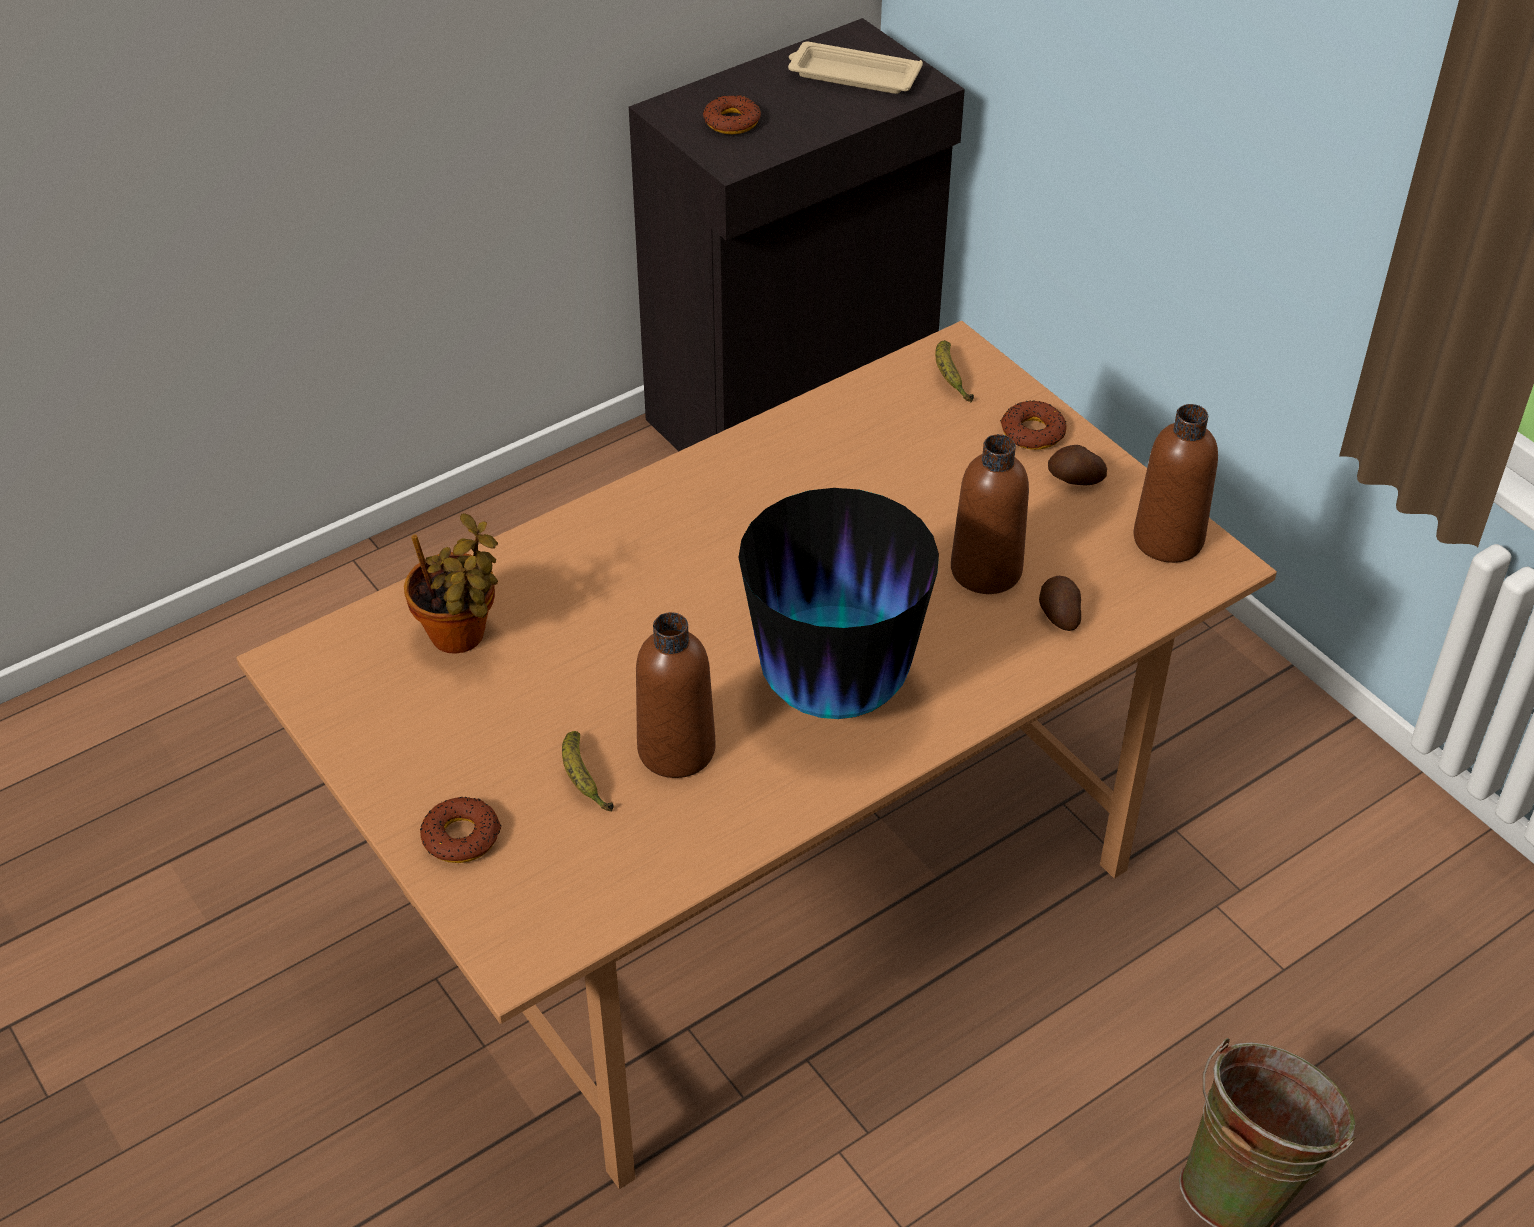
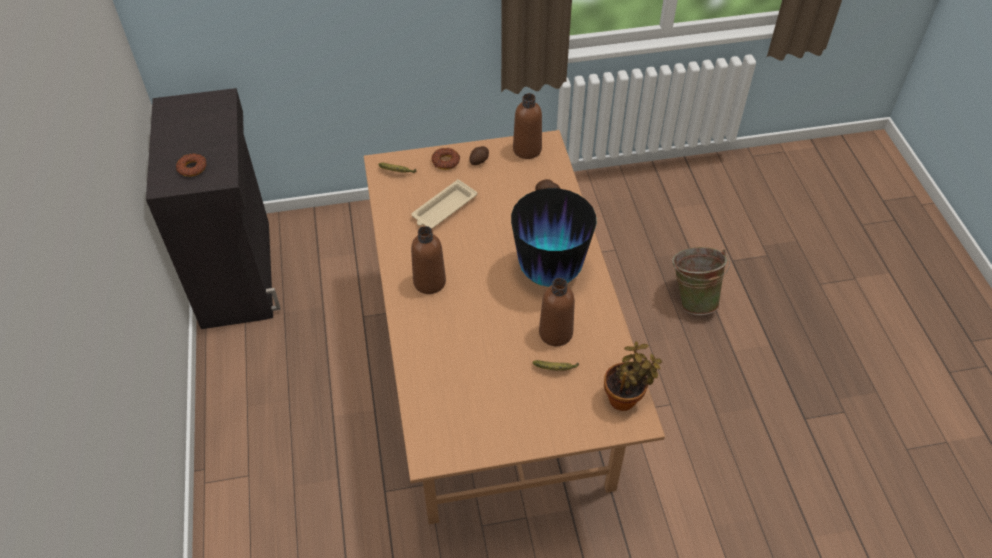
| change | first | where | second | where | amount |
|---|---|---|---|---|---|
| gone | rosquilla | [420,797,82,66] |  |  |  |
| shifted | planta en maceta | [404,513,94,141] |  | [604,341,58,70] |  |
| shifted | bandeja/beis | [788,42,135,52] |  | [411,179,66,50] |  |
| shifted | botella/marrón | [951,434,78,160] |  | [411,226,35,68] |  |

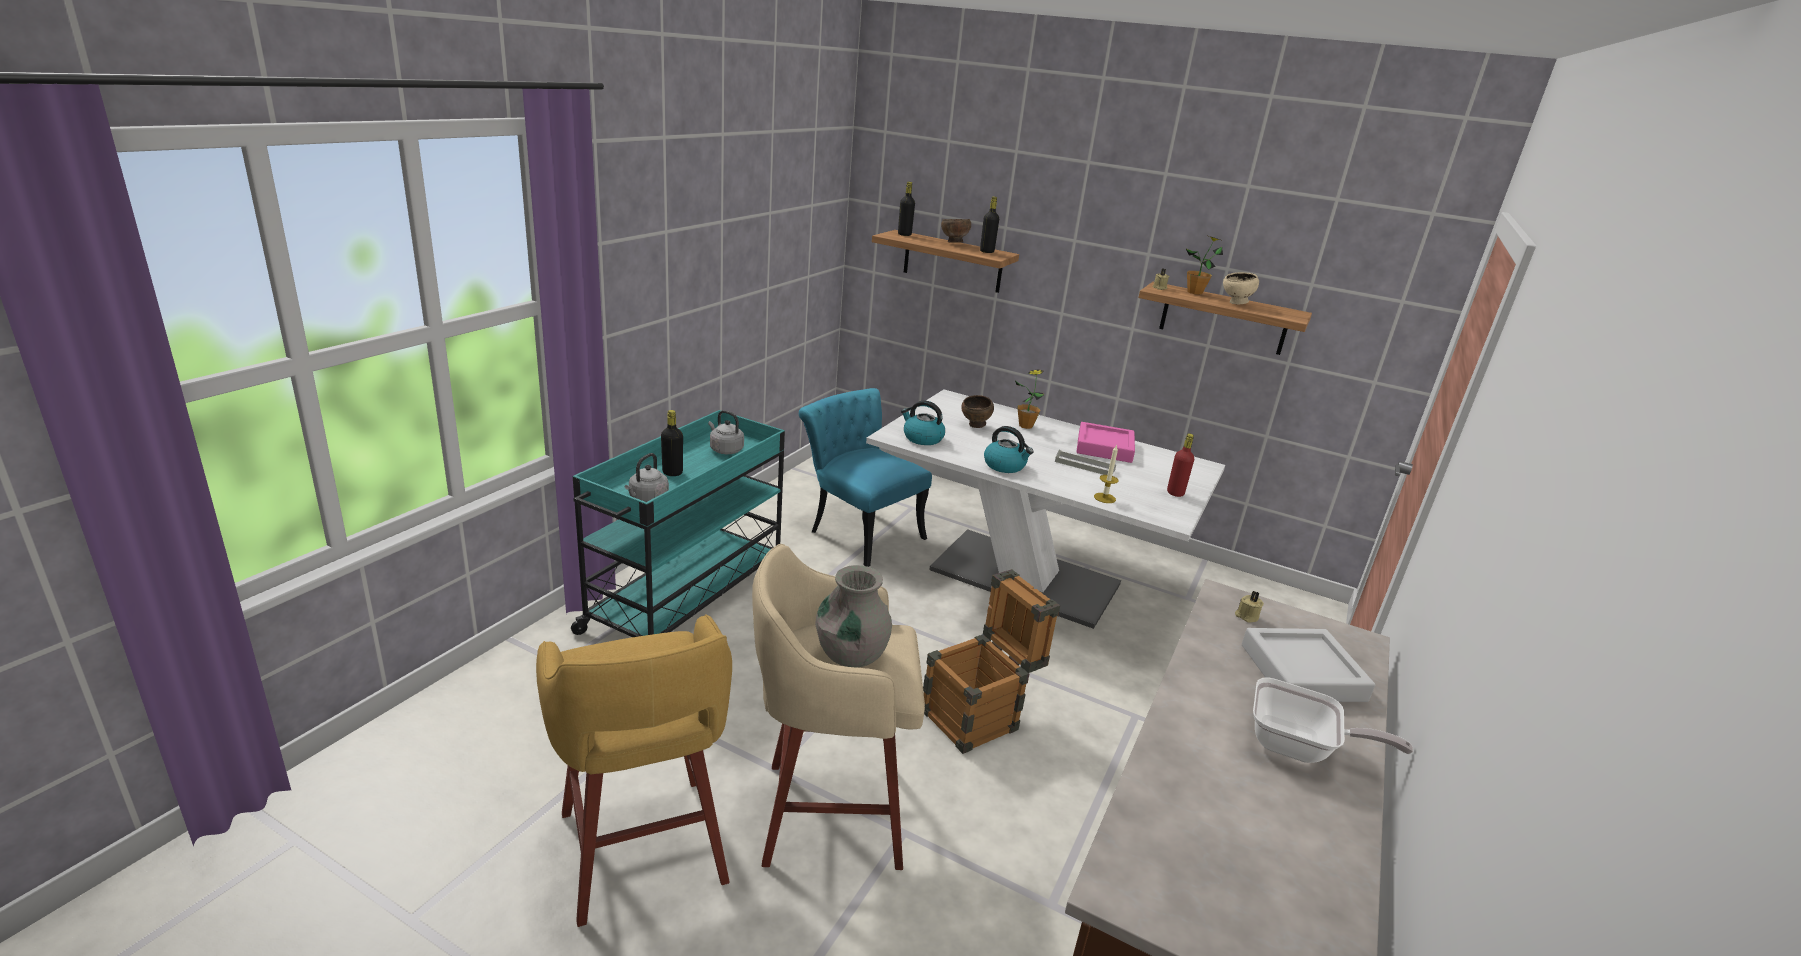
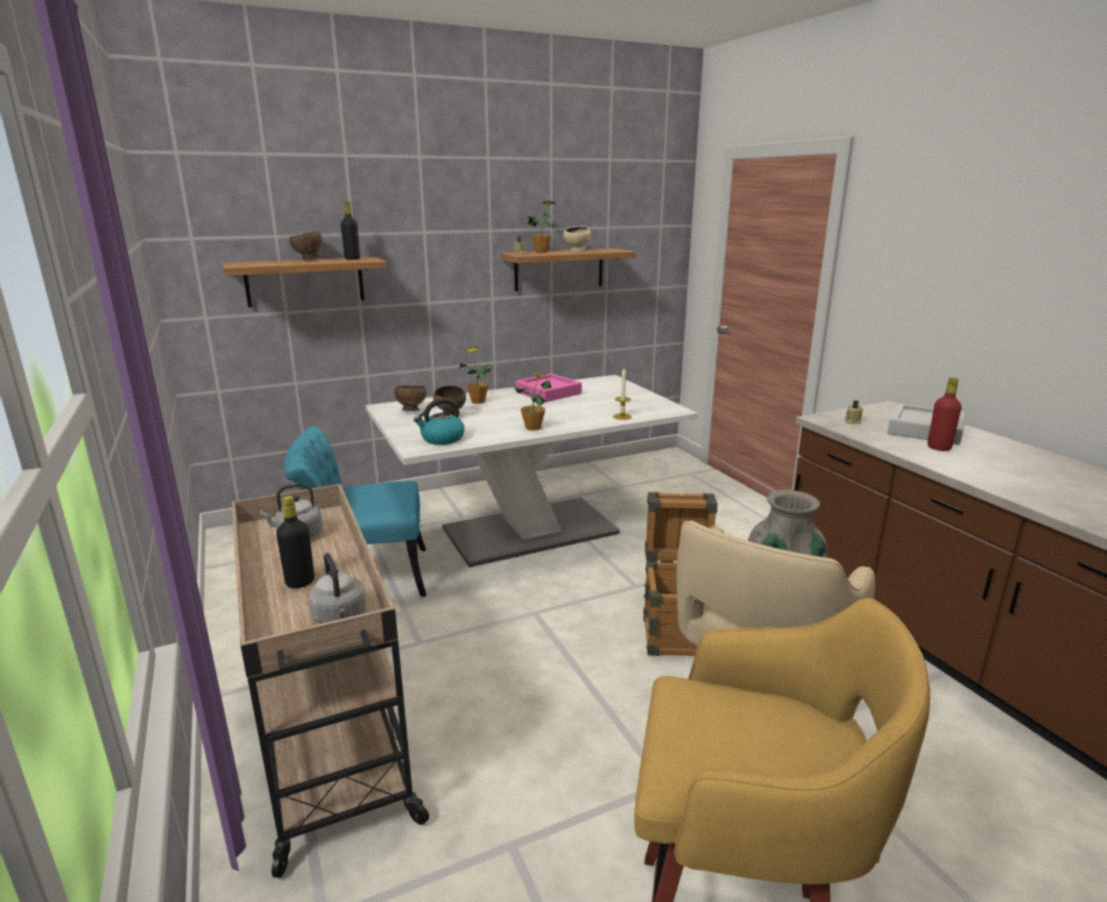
| change | first | where | second | where | amount |
|---|---|---|---|---|---|
| gone | botella/negro | [898,182,17,54] |  |  |  |
| gone | bandeja/gris | [1055,450,61,25] |  |  |  |
| gone | sartén | [1253,678,160,85] |  |  |  |
| new |  |  | cuenco/marrón | [394,385,33,26] |  |
| shifted | botella/rojo | [1167,434,27,63] |  | [928,377,34,74] |  |
| swapped | hervidor | [984,426,50,47] | planta en maceta | [514,373,38,58] |  |
| repainted | carrito/turquesa | [571,410,214,227] | carrito/beis | [231,484,198,394] |  |

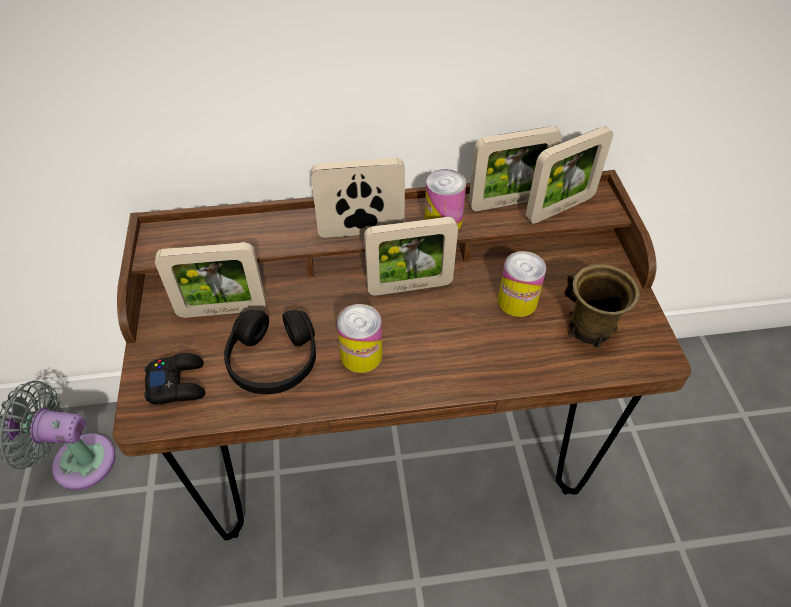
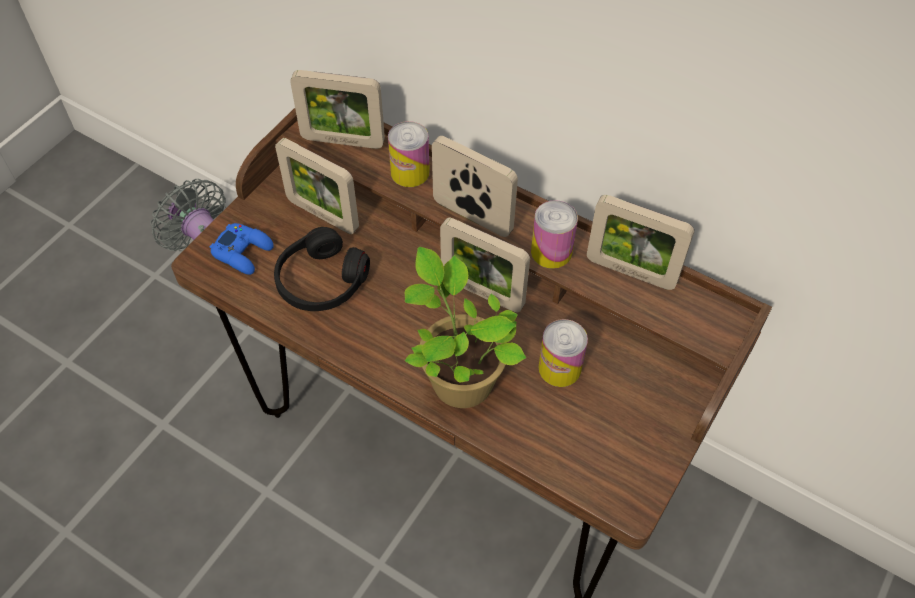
| change | first | where | second | where | amount |
|---|---|---|---|---|---|
| gone | taza grande/marrón | [564,264,76,84] |  |  |  |
| new |  |  | planta en maceta | [405,247,121,161] |  |
| shifted | lata | [337,304,45,69] |  | [388,121,42,66] |  |
| shifted | portarretratos | [526,126,87,98] |  | [290,70,95,79] |  |
| repainted | mando de consola/negro | [144,353,61,51] | mando de consola/azul | [210,223,64,52] |  |

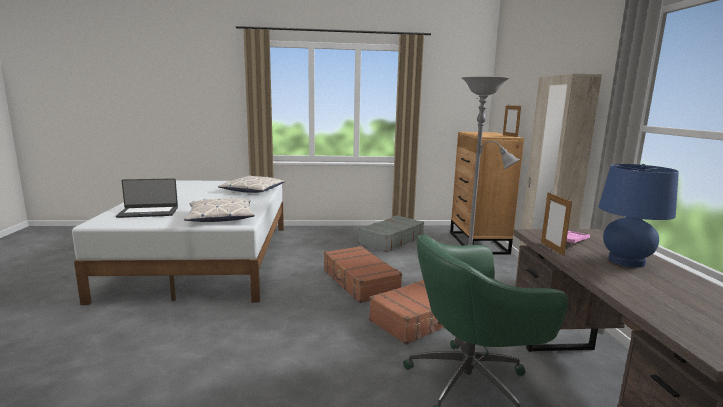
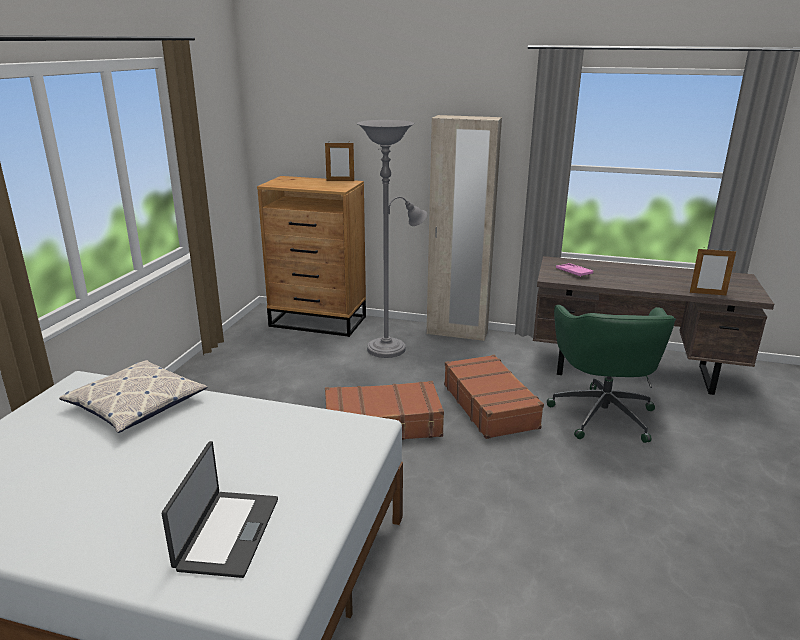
| change | first | where | second | where | amount |
|---|---|---|---|---|---|
| gone | cojín | [184,198,71,24] |  |  |  |
| gone | maleta/gris | [358,215,66,37] |  |  |  |
| gone | lámpara de mesa/azul | [599,164,80,104] |  |  |  |
| shifted | portarretratos | [541,192,31,64] |  | [690,249,46,46] |  |

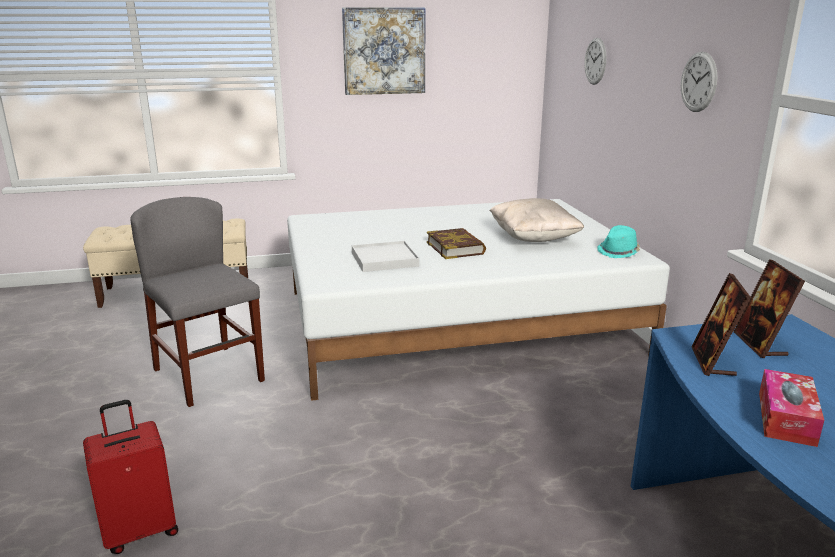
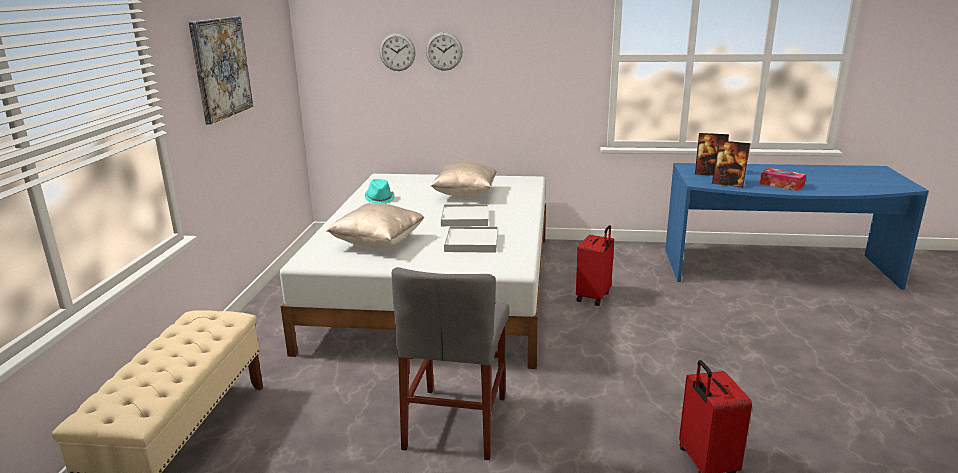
| change | first | where | second | where | amount |
|---|---|---|---|---|---|
| new |  |  | cojín/beis | [326,203,98,45] |  |
| new |  |  | maleta/rojo | [576,225,38,81] |  |
| shifted | sombrero/turquesa | [597,225,43,33] |  | [365,179,29,24] |  |
| shifted | reloj de pared | [681,52,37,60] |  | [426,32,37,39] |  |
| swapped | libro | [427,228,59,31] | bandeja/blanco | [441,204,47,22] |  |
| rotated | silla/gris | [130,197,135,210] |  | [392,267,118,193] | 60 degrees counterclockwise |

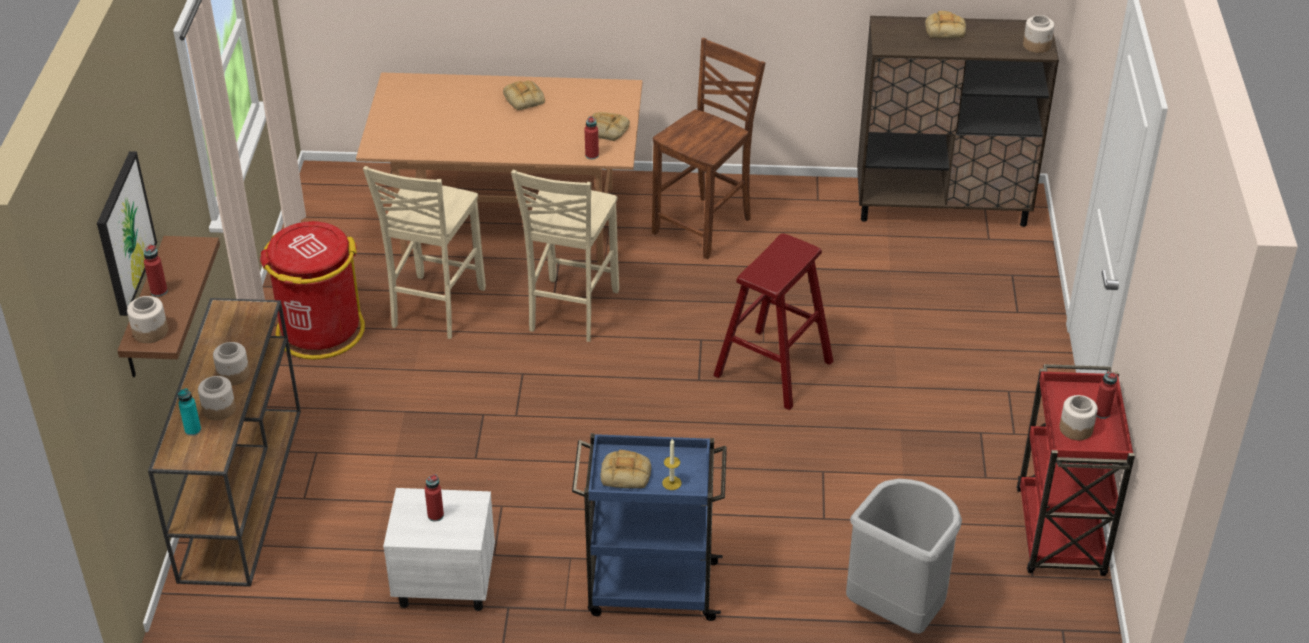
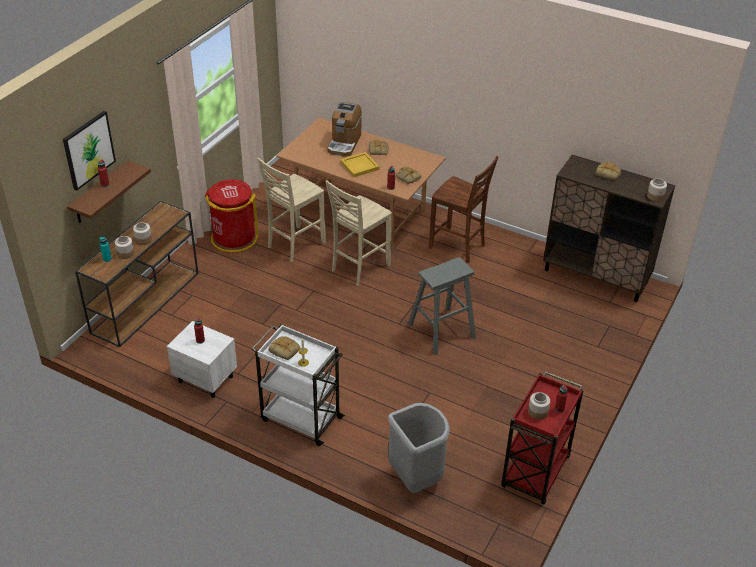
| change | first | where | second | where | amount |
|---|---|---|---|---|---|
| gone | tarro | [127,296,41,47] |  |  |  |
| new |  |  | cafetera | [327,102,35,55] |  |
| new |  |  | bandeja/amarillo | [340,152,39,25] |  |
| repainted | carrito/azul | [572,433,155,188] | carrito/blanco | [252,324,93,122] |  |
| repainted | taburete/rojo | [713,234,120,176] | taburete/gris | [408,257,68,98] |  |
| rotated | silla/marrón | [652,38,113,221] |  | [429,156,70,107] | 60 degrees clockwise |

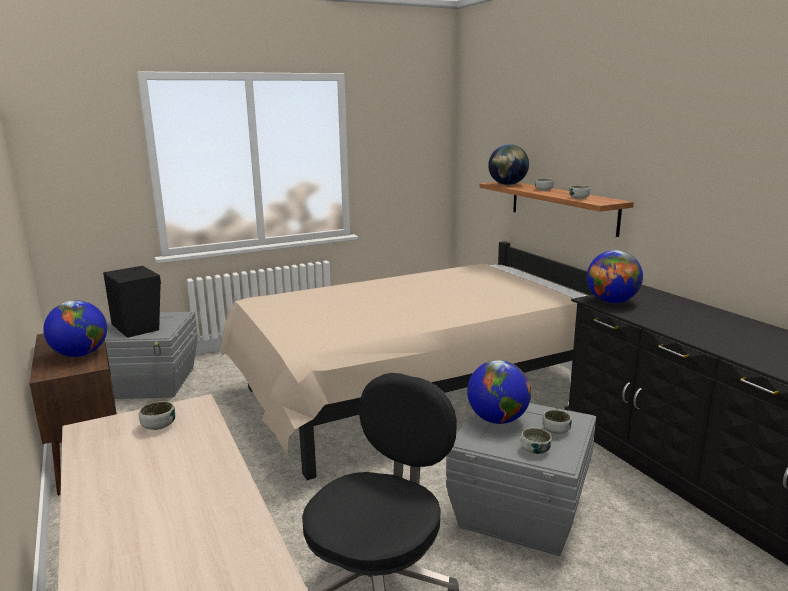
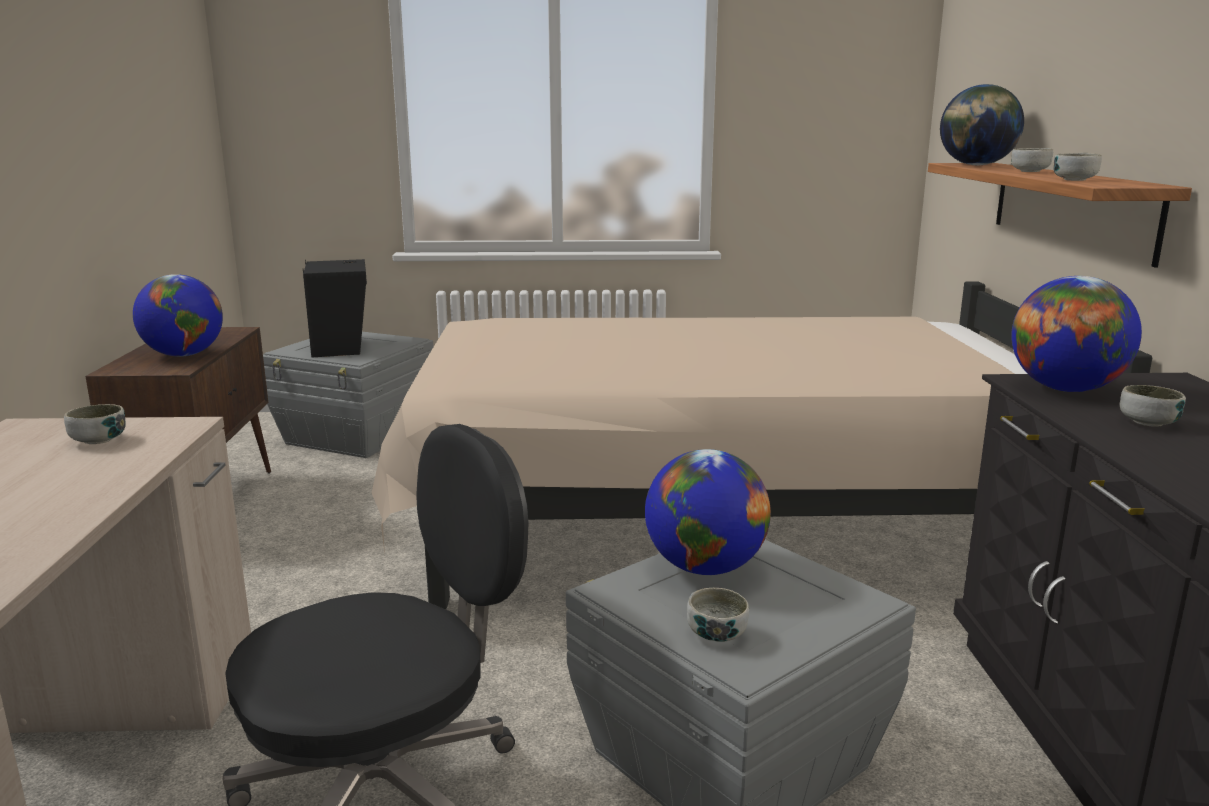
| change | first | where | second | where | amount |
|---|---|---|---|---|---|
| shifted | cuenco | [543,410,29,24] |  | [1120,385,66,41] |  |

